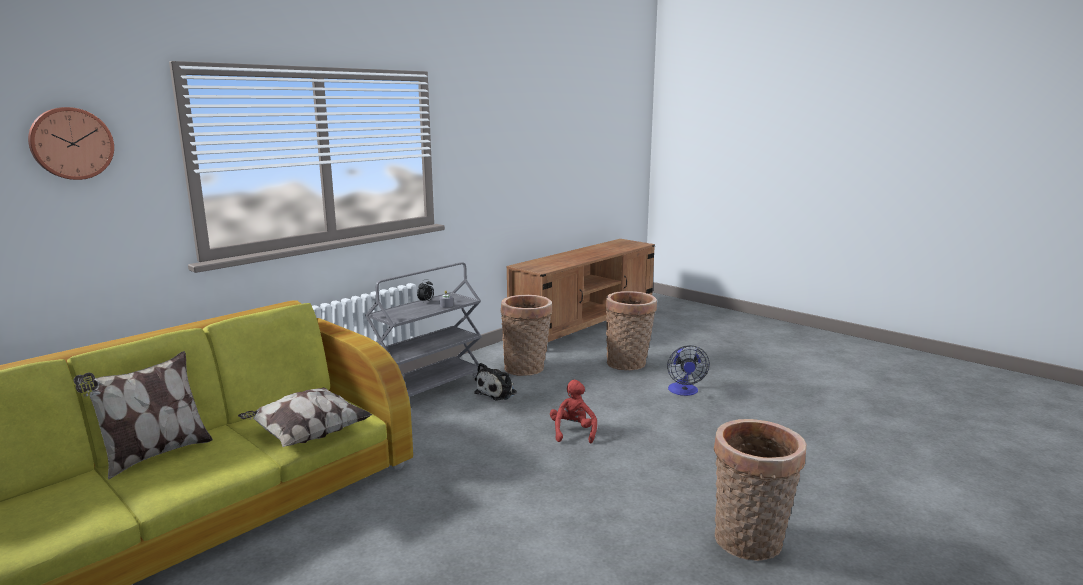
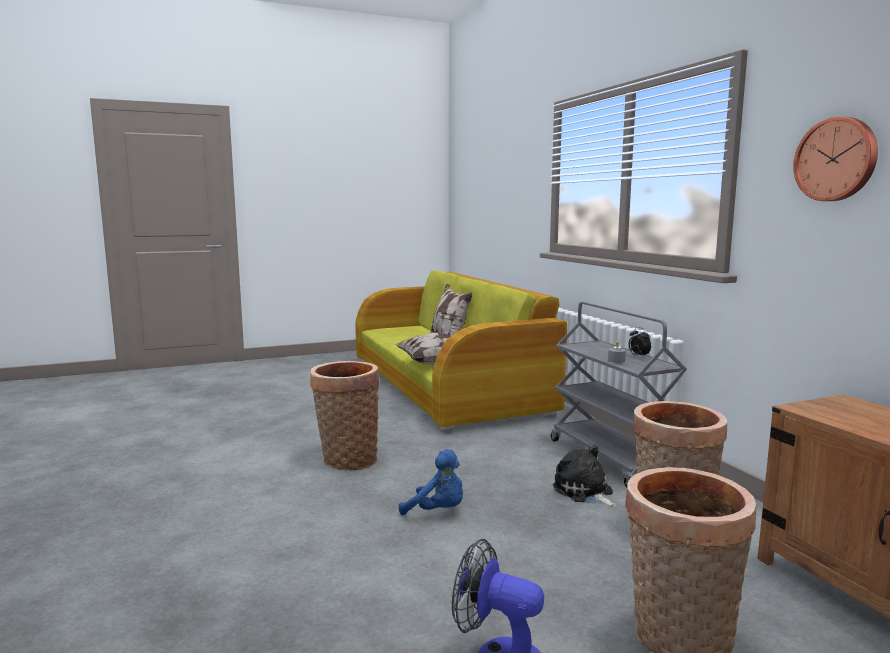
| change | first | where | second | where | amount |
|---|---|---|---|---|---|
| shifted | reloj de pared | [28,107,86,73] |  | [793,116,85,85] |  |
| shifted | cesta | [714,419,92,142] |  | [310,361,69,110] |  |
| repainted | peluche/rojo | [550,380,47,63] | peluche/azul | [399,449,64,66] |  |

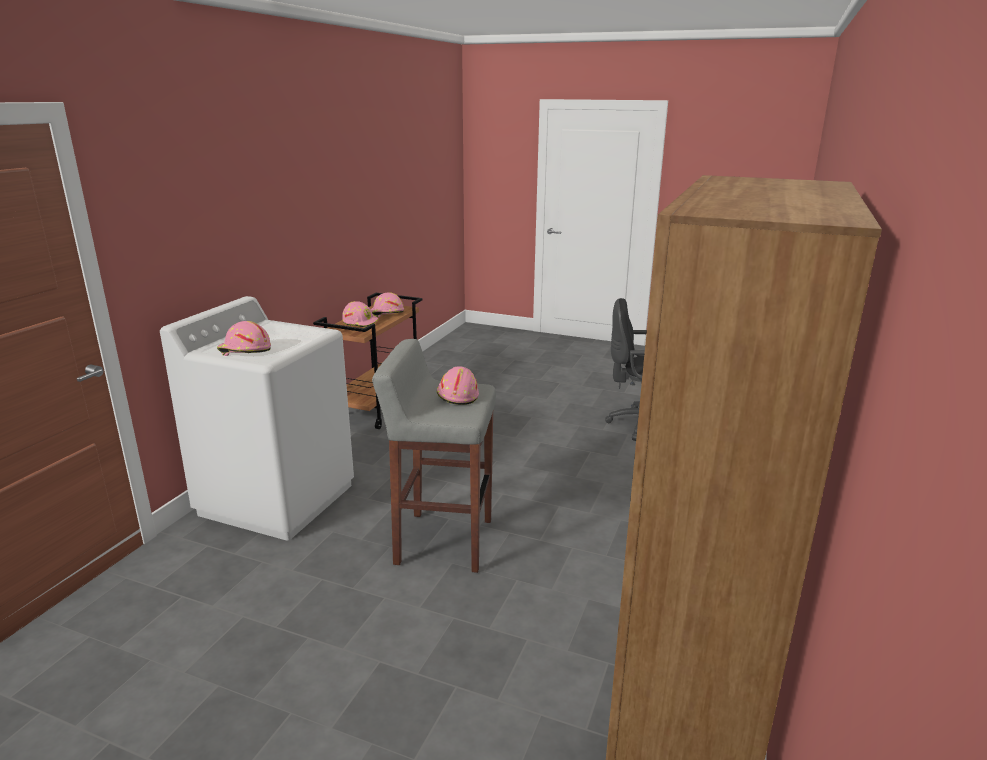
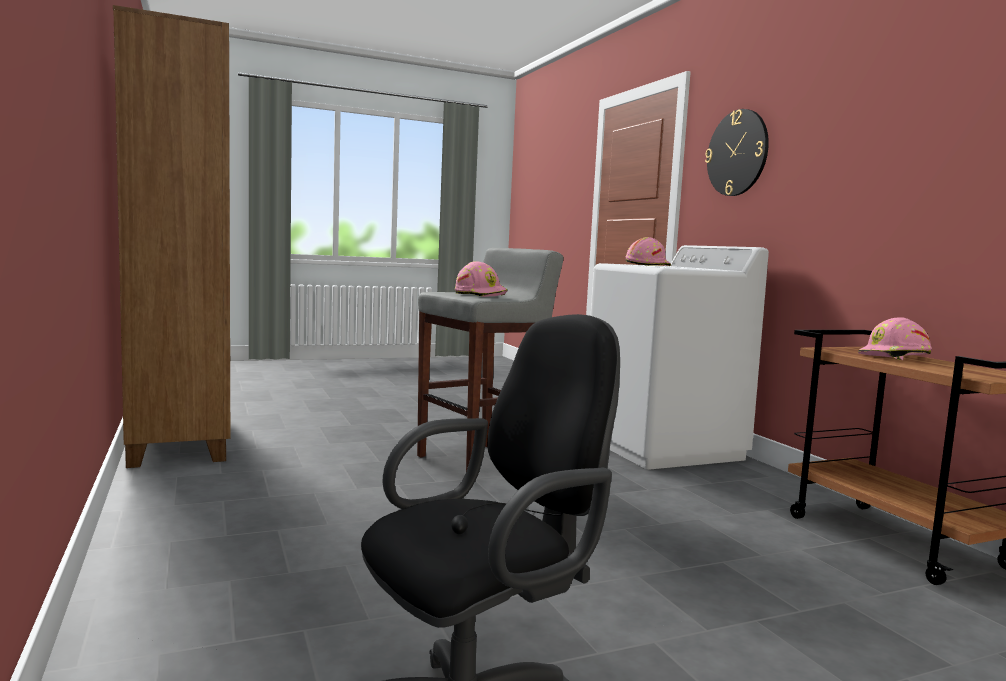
| change | first | where | second | where | amount |
|---|---|---|---|---|---|
| gone | casco/rosa | [371,292,33,25] |  |  |  |
| new |  |  | reloj de pared | [705,109,64,87] |  |

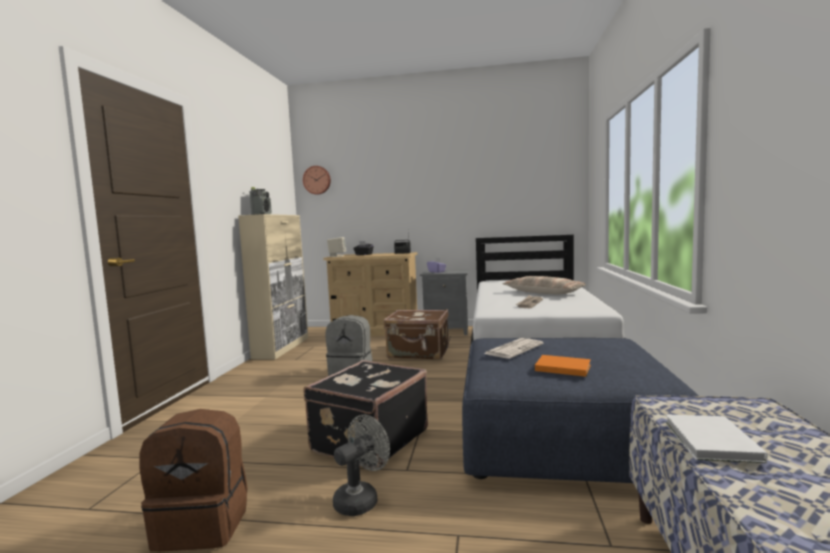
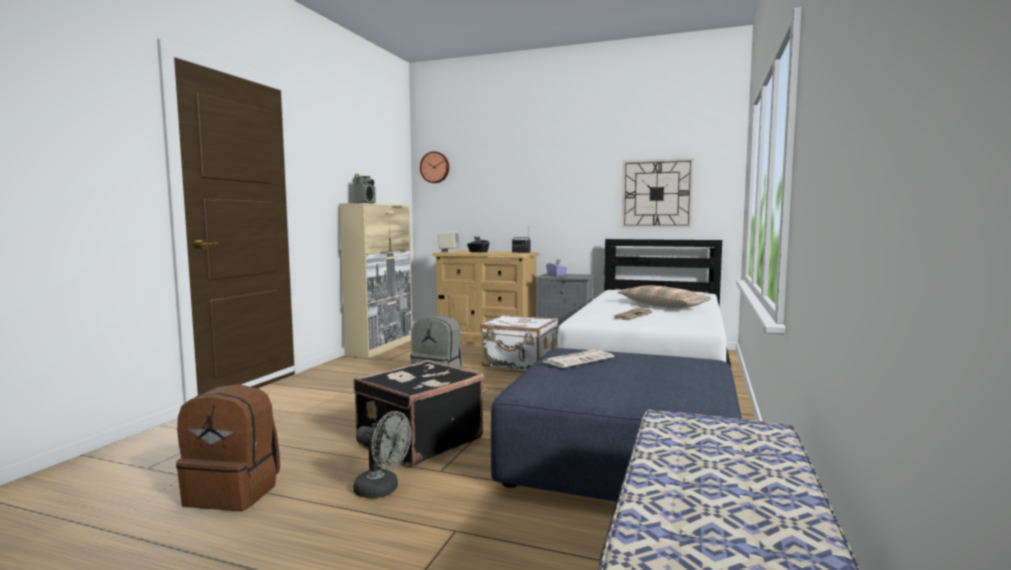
| change | first | where | second | where | amount |
|---|---|---|---|---|---|
| gone | libro/naranja | [535,355,56,22] |  |  |  |
| gone | libro/blanco | [665,414,102,49] |  |  |  |
| new |  |  | reloj de pared | [622,158,72,70] |  |
| repainted | maleta/marrón | [384,309,65,51] | maleta/blanco | [480,315,78,56] |  |
| rotated | ventilador/gris | [333,415,57,101] |  | [354,411,57,87] | 60 degrees clockwise |

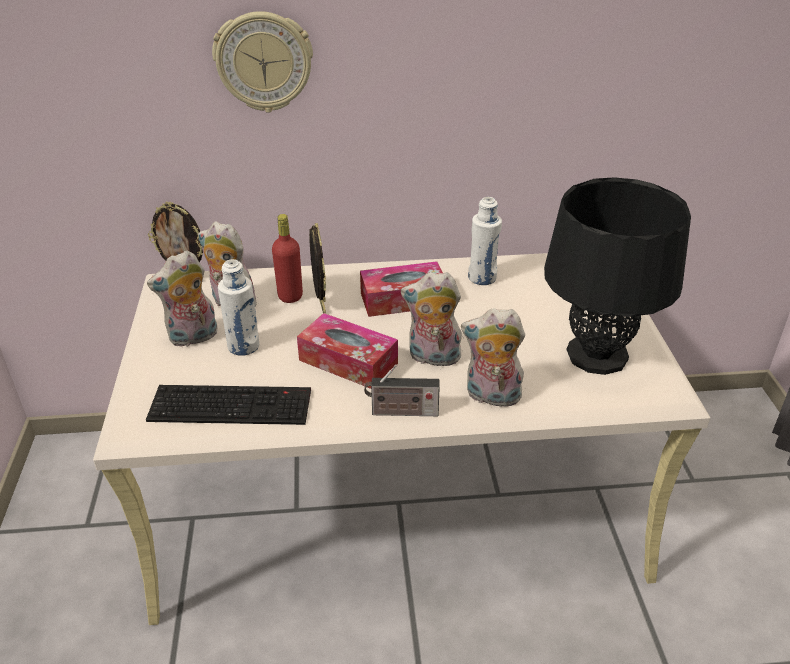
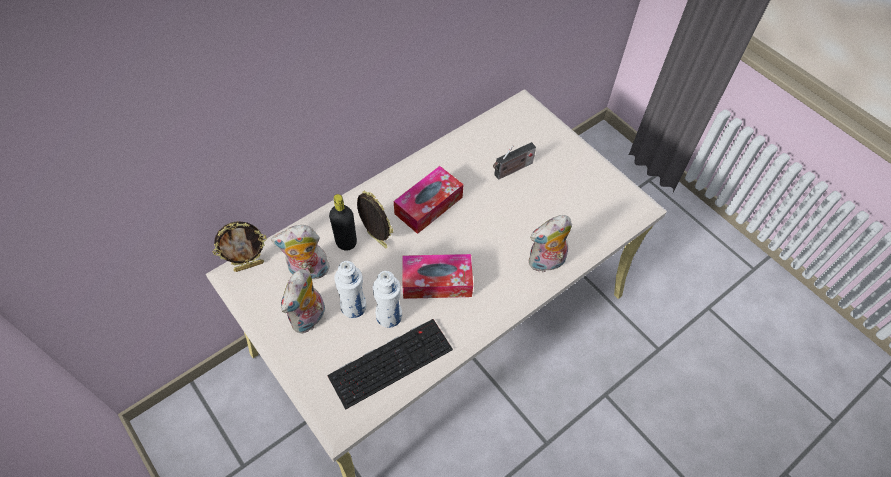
| change | first | where | second | where | amount |
|---|---|---|---|---|---|
| gone | reloj de pared | [212,11,101,102] |  |  |  |
| gone | peluche | [401,272,62,95] |  |  |  |
| gone | lámpara de mesa/negro | [544,177,147,198] |  |  |  |
| shifted | radio | [364,364,76,52] |  | [493,142,43,38] |  |
| shifted | botella/blanco | [468,197,34,88] |  | [373,271,29,57] |  |
| repainted | botella/rojo | [272,214,31,89] | botella/negro | [329,194,28,57] |  |

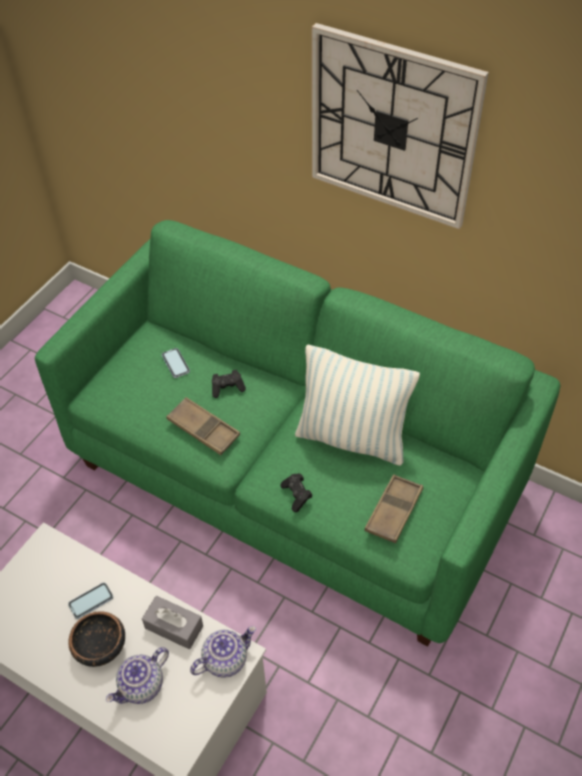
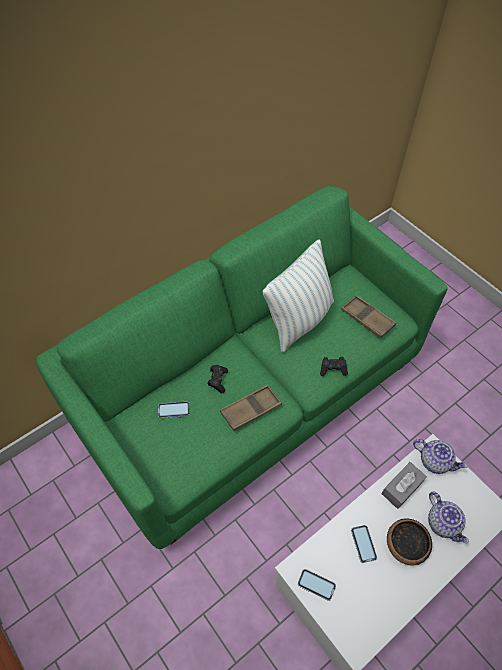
| change | first | where | second | where | amount |
|---|---|---|---|---|---|
| gone | reloj de pared | [312,23,177,206] |  |  |  |
| new |  |  | móvil | [298,569,38,32] |  |
| rotated | tetera | [190,626,66,52] |  | [413,439,55,35] | 135 degrees clockwise |

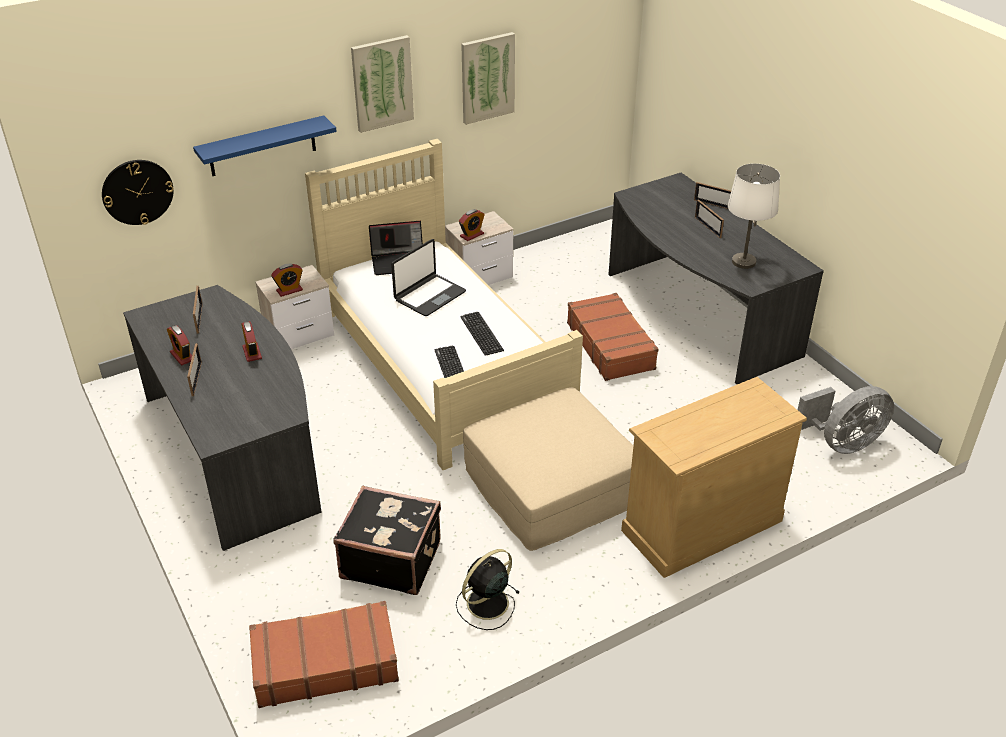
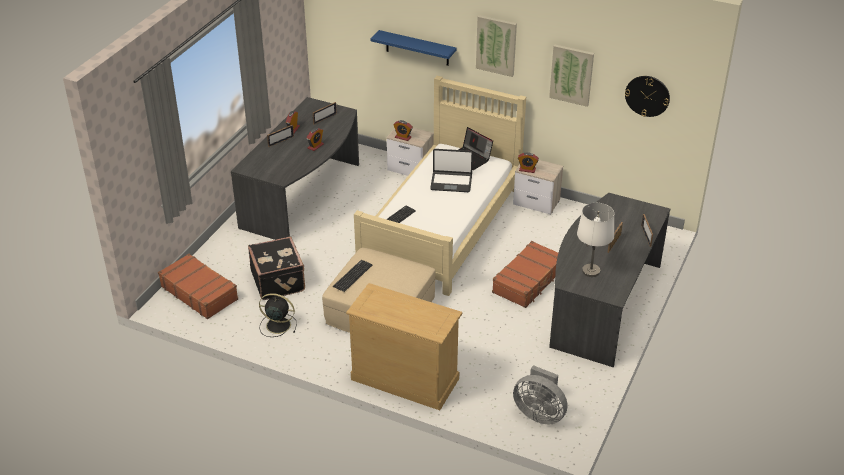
| change | first | where | second | where | amount |
|---|---|---|---|---|---|
| shifted | reloj de pared | [102,160,72,65] |  | [625,76,45,41] |  |
| shifted | teclado | [460,312,44,44] |  | [333,260,39,32] |  |

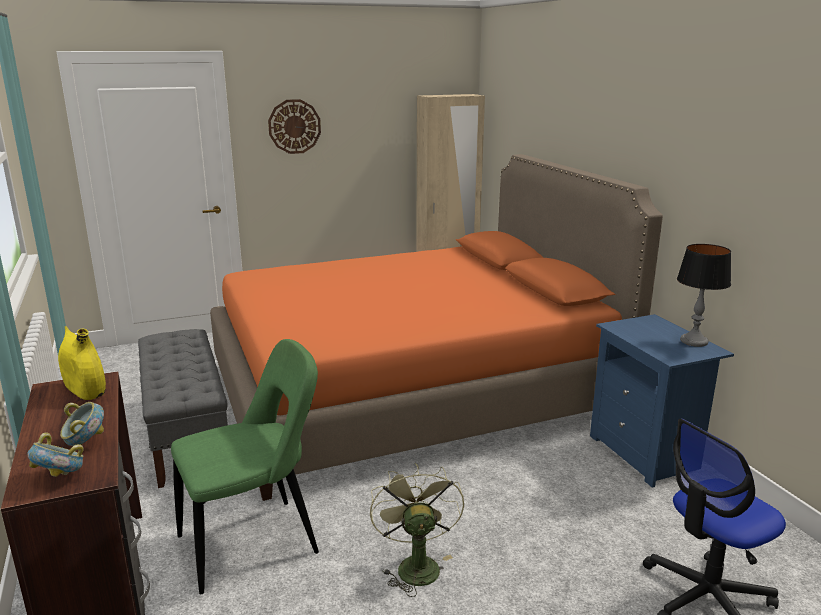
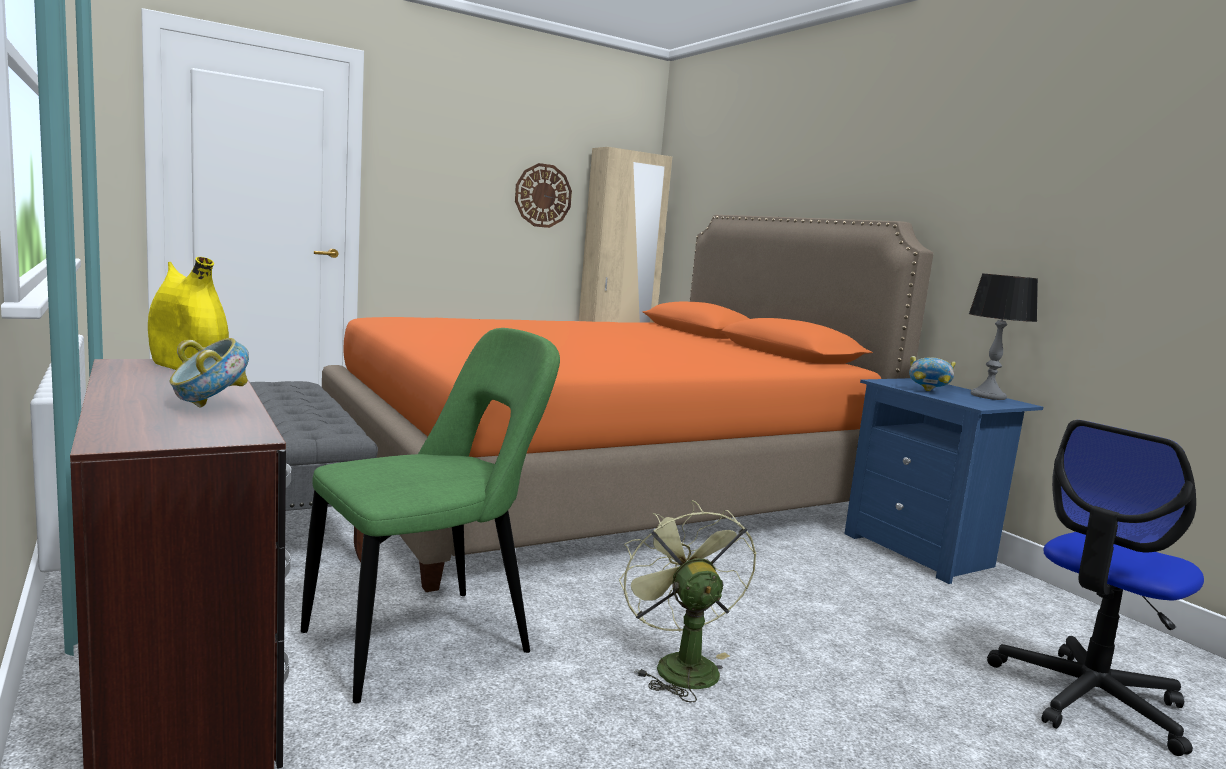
| change | first | where | second | where | amount |
|---|---|---|---|---|---|
| shifted | cuenco | [27,433,57,44] |  | [909,356,47,35] |  |
| shifted | reloj de pared | [268,99,53,55] |  | [515,163,57,65] |  |

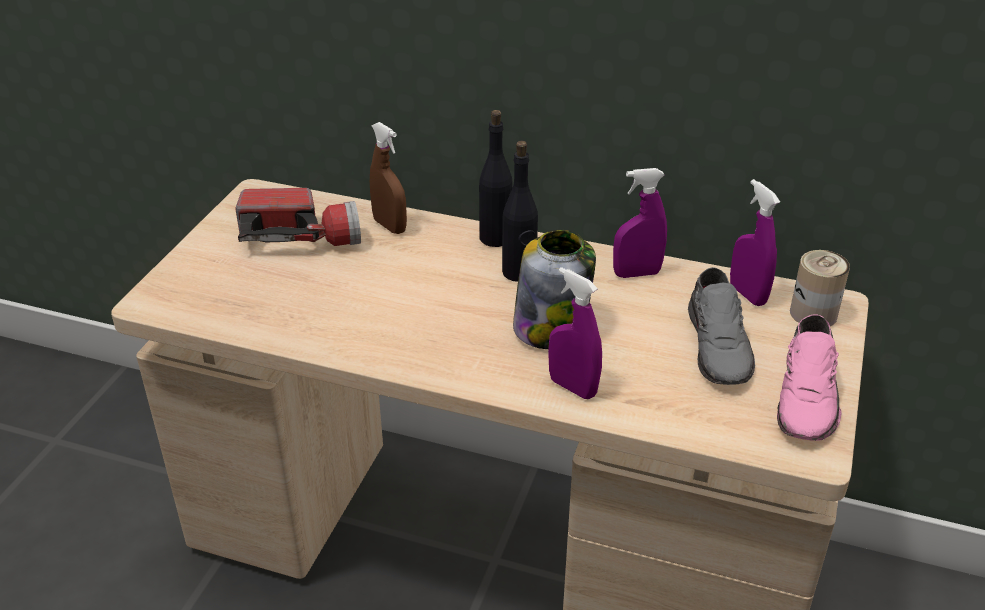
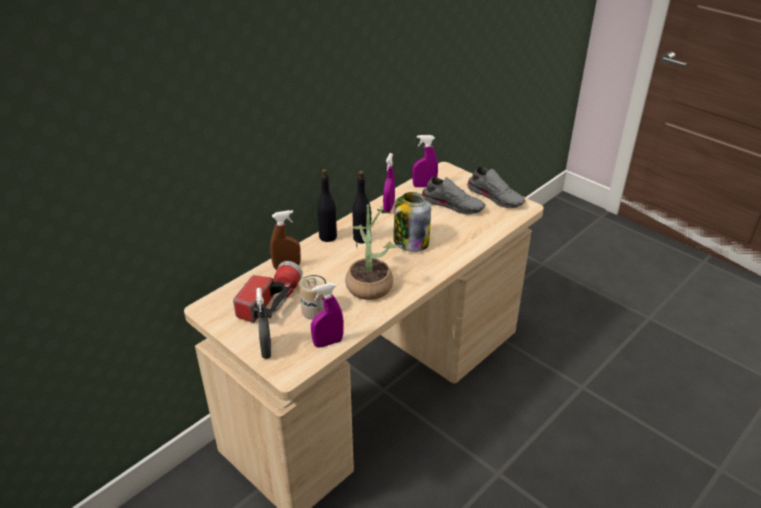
| change | first | where | second | where | amount |
|---|---|---|---|---|---|
| new |  |  | pulverizador/gris | [256,288,15,71] |  |
| new |  |  | planta en maceta | [345,205,52,95] |  |
| shifted | pulverizador/morado | [548,267,54,132] |  | [311,283,33,65] |  |
| shifted | lata | [790,250,60,76] |  | [299,275,27,44] |  |
| repainted | zapato/rosa | [777,314,65,127] | zapato/gris | [467,166,58,42] |  |

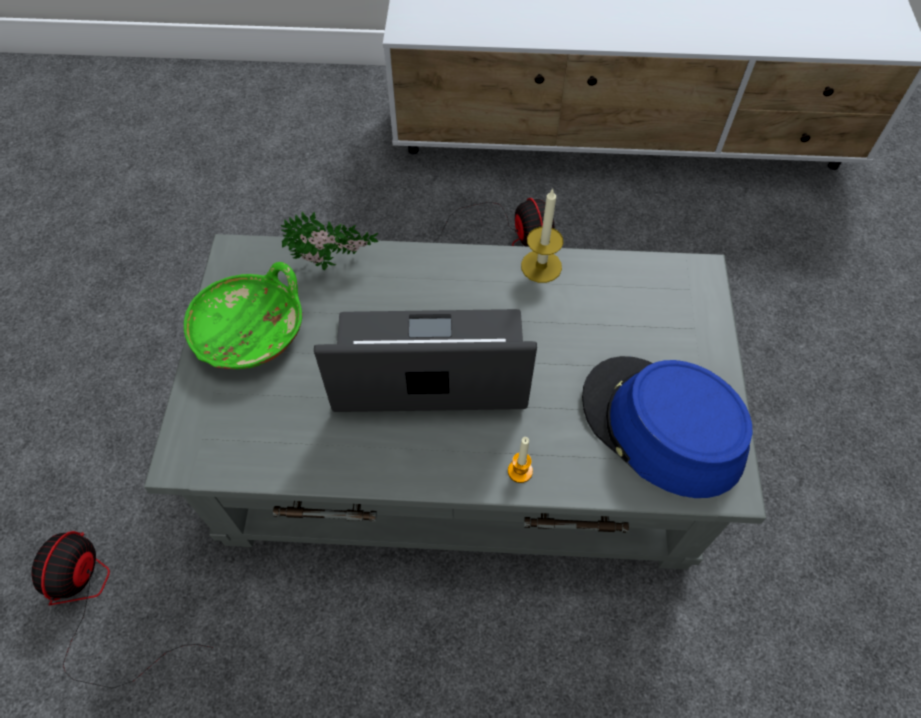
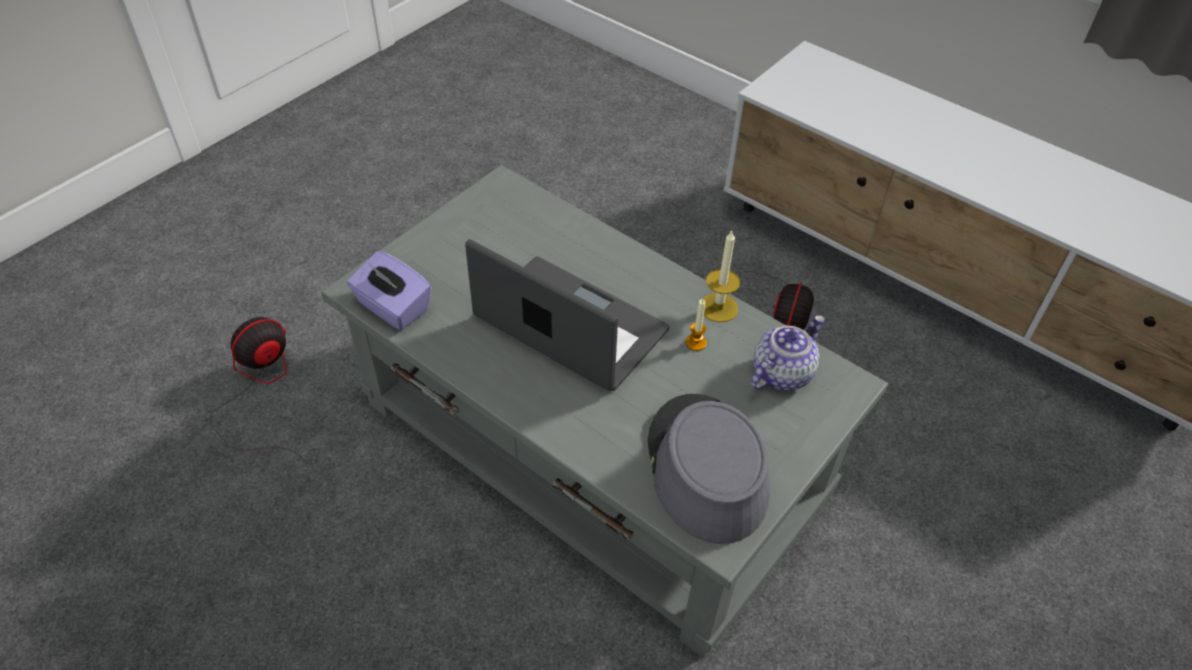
| change | first | where | second | where | amount |
|---|---|---|---|---|---|
| gone | cuenco/verde | [184,262,118,107] |  |  |  |
| gone | planta en maceta | [281,211,98,59] |  |  |  |
| new |  |  | caja de pañuelos/morado | [347,251,85,79] |  |
| new |  |  | tetera | [751,315,74,75] |  |
| shifted | vela | [508,437,25,46] |  | [686,299,21,52] |  |
| repainted | sombrero/azul | [582,356,170,142] | sombrero/gris | [647,394,123,150] |  |

